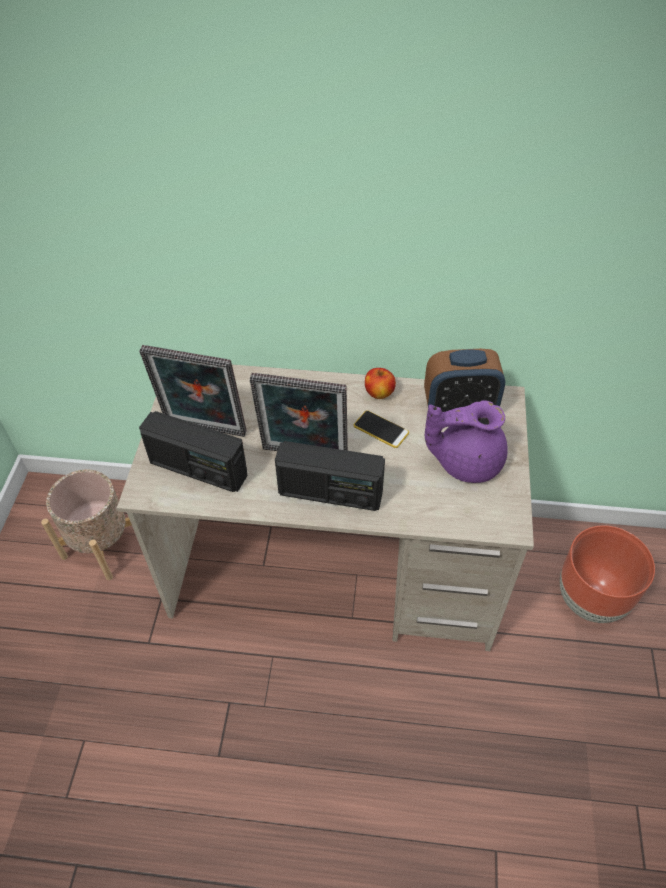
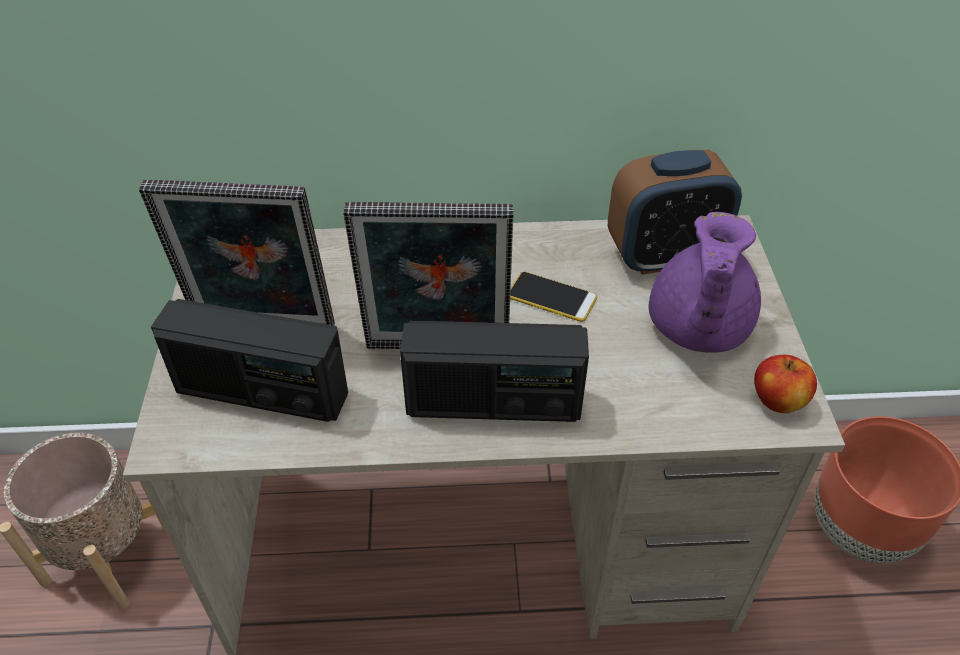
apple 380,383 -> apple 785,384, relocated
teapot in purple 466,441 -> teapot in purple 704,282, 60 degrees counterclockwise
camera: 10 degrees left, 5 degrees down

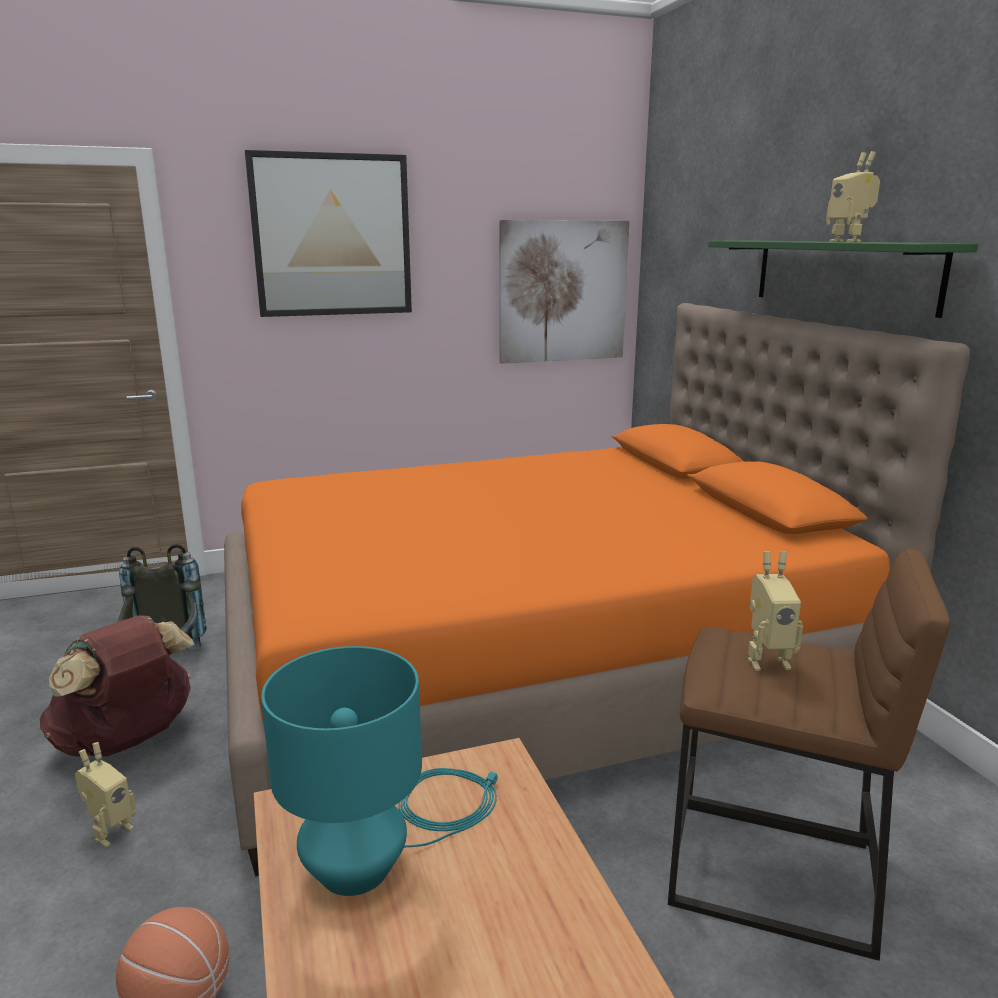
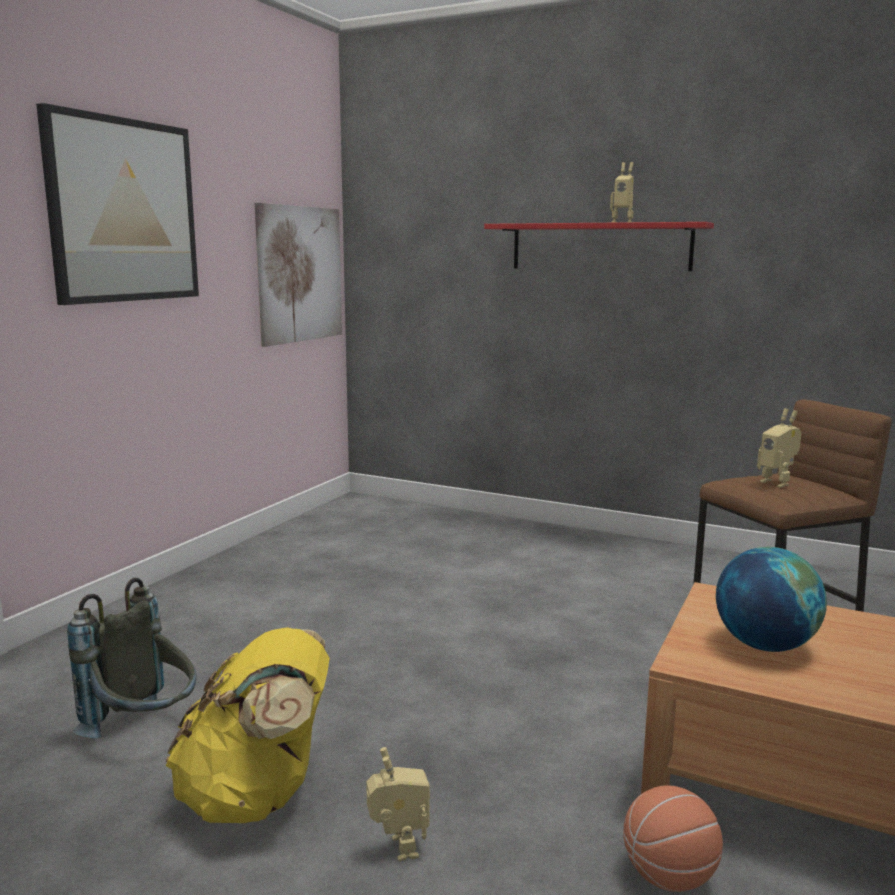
shelf in green 843,279 -> shelf in red 599,246
bed in orange 597,590 -> none
toy robot 775,611 -> toy robot 779,448, 105 degrees clockwise
backpack in brown 117,686 -> backpack in yellow 247,725
table lamp in turquoise 379,771 -> globe 771,599
camera: 45 degrees left, 5 degrees down

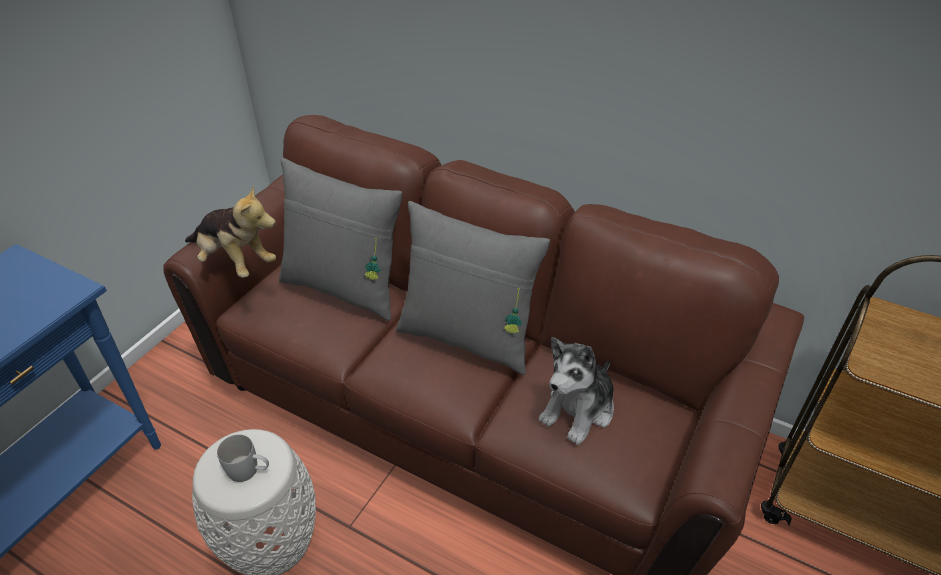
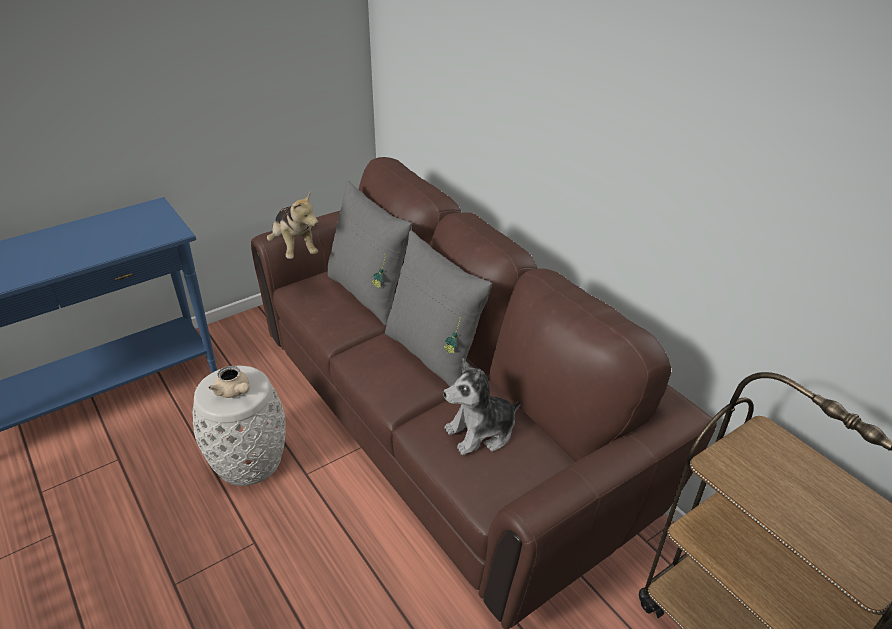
mug in white 243,458 -> teapot in beige 229,382
camera: 25 degrees right, 5 degrees down

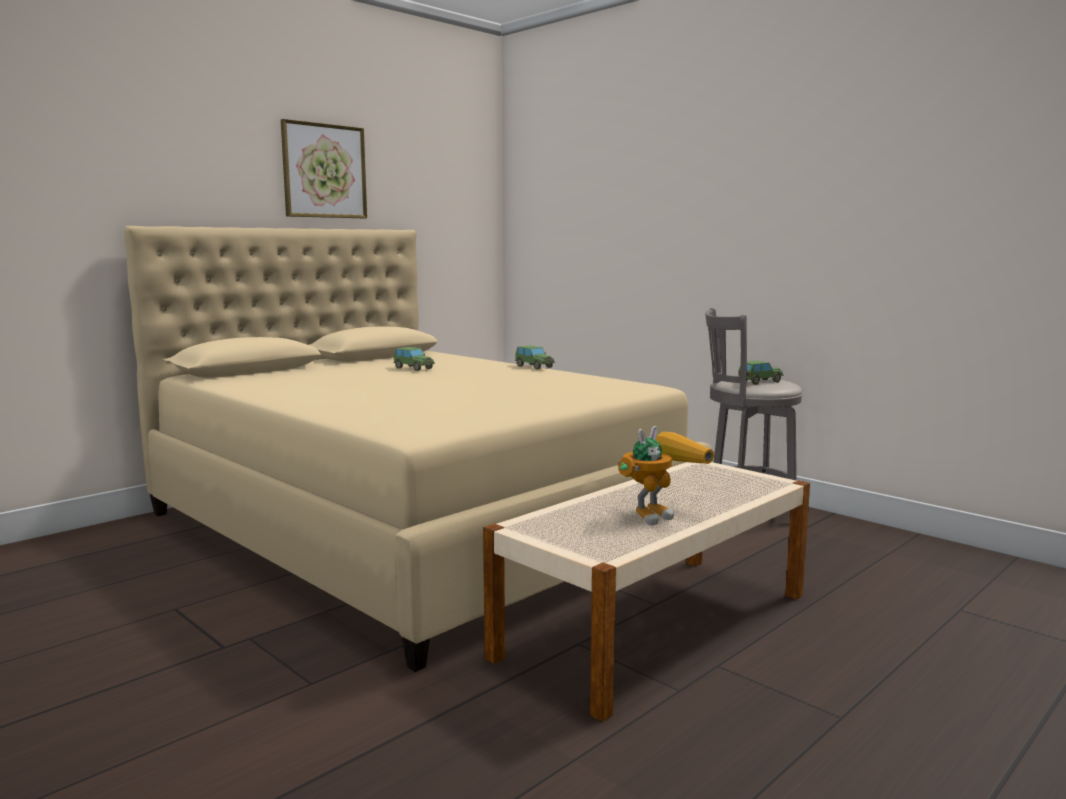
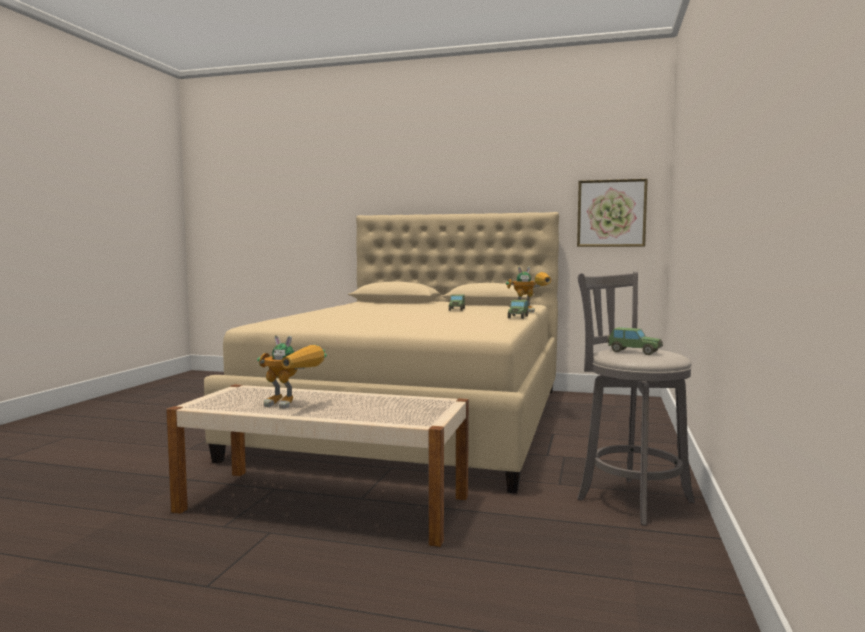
picture 324,168 -> picture 612,213, relocated
none -> toy robot 528,290
camera: 60 degrees right, 5 degrees down

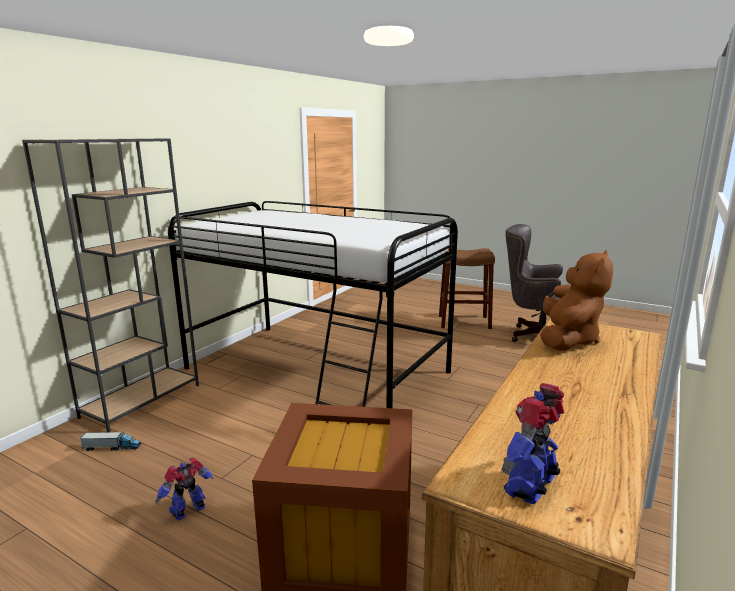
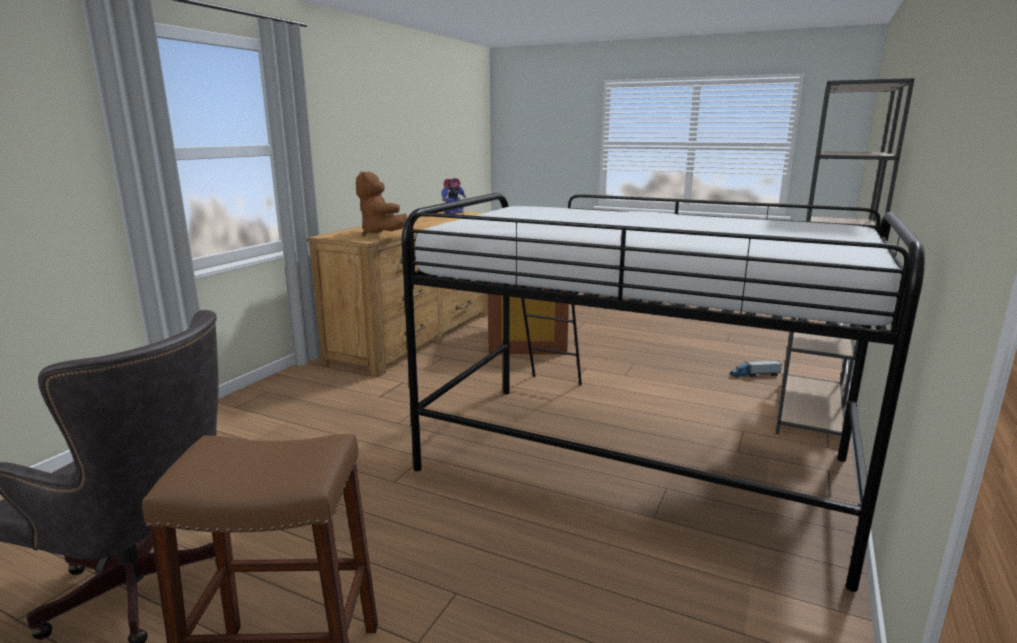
plush toy in brown 576,300 -> plush toy in brown 381,203, 45 degrees counterclockwise
toy robot 184,489 -> none
camera: 175 degrees right, 0 degrees up

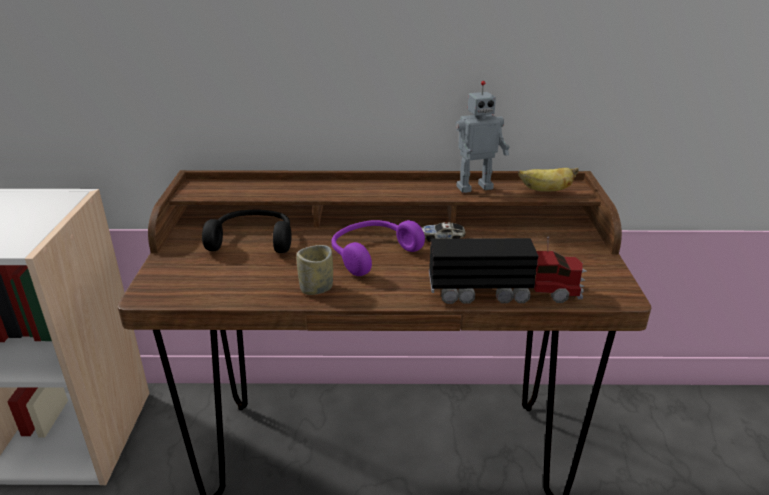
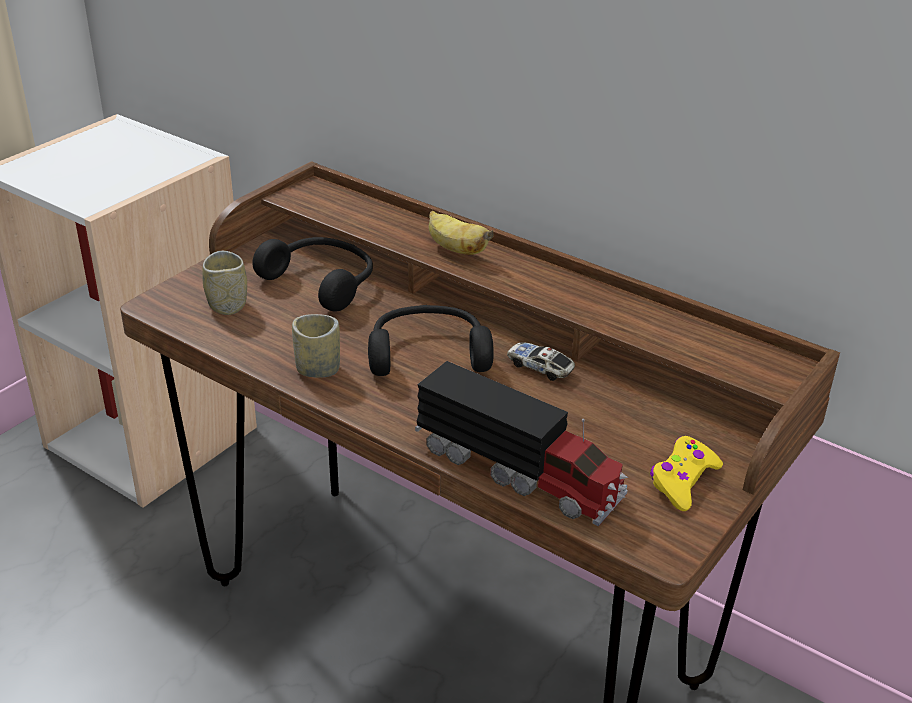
toy robot 483,137 -> none
banana 548,179 -> banana 461,233, relocated
headphones in purple 378,248 -> headphones in black 431,340
none -> cup 224,283
none -> game controller in yellow 686,473
camera: 35 degrees right, 5 degrees up

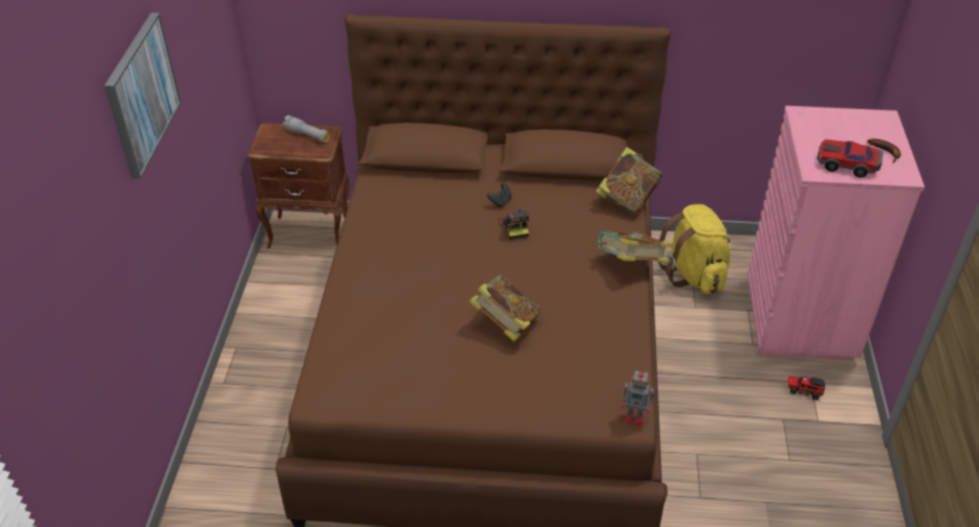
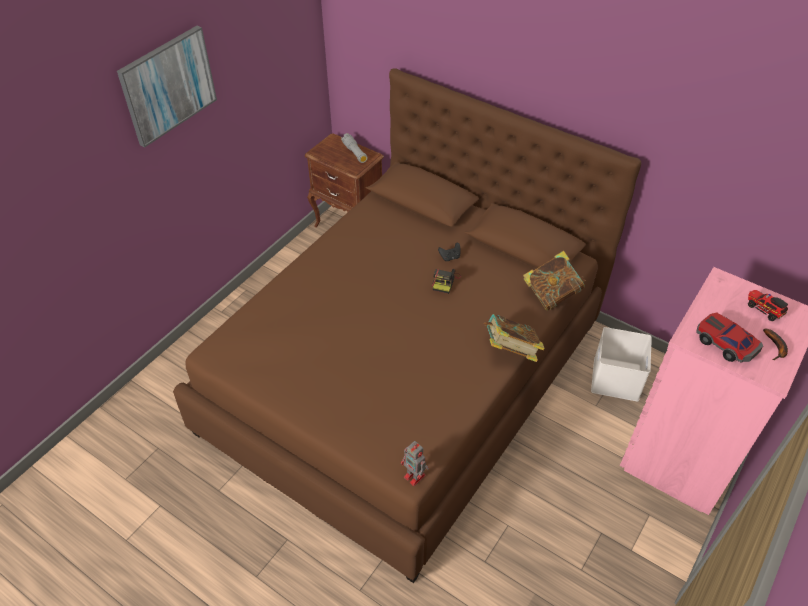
backpack in yellow 694,249 -> storage box in white 621,364
book 505,308 -> none
toy truck 806,388 -> toy truck 768,305, relocated
camera: 30 degrees right, 5 degrees up

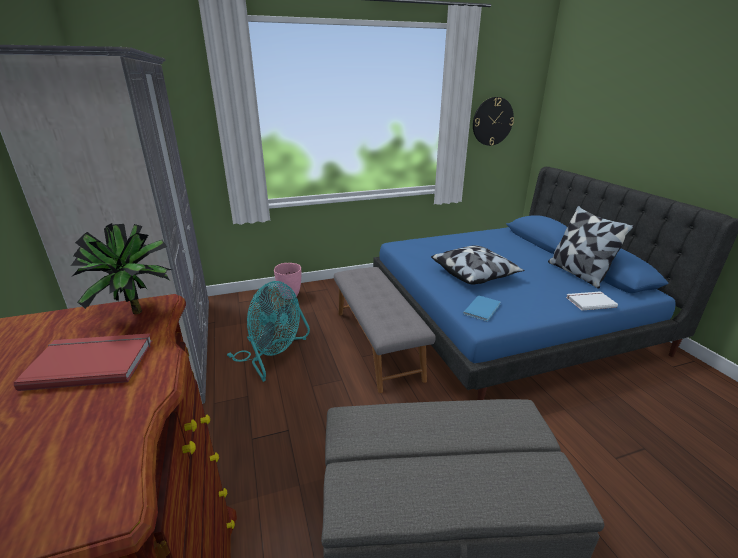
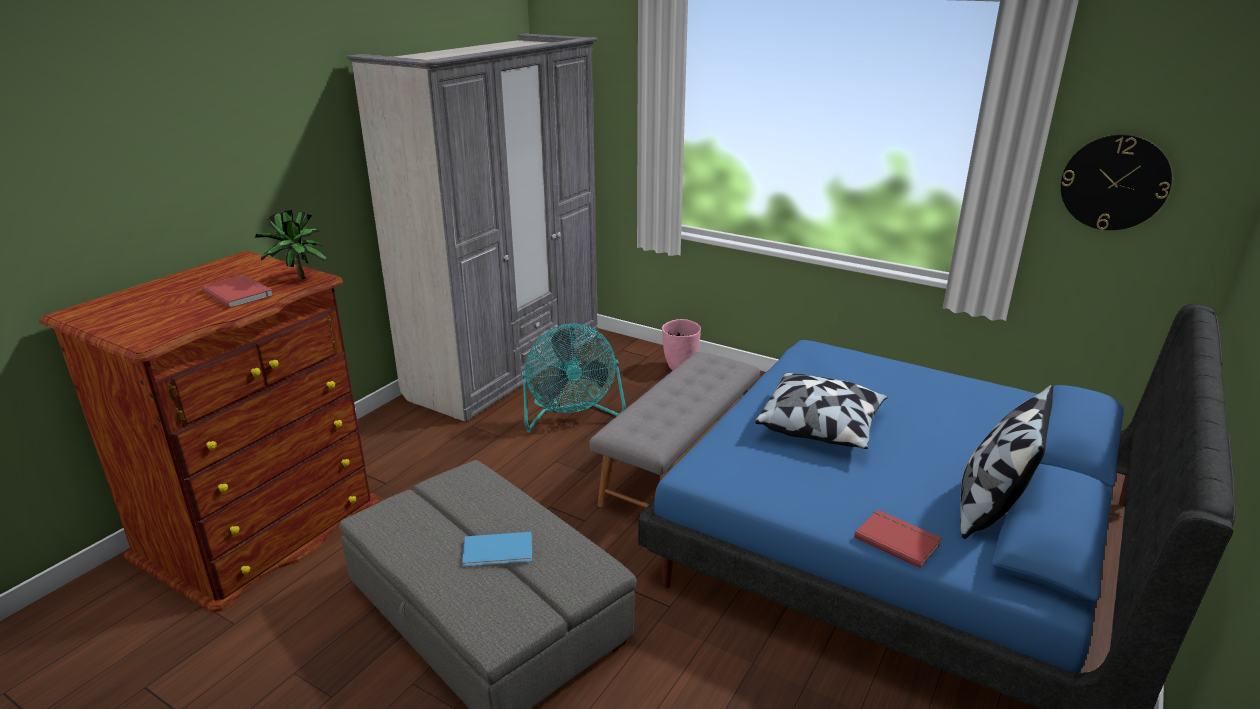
book in white 592,301 -> book in red 898,539
book in blue 482,308 -> book in blue 497,549, relocated
camera: 50 degrees right, 0 degrees up

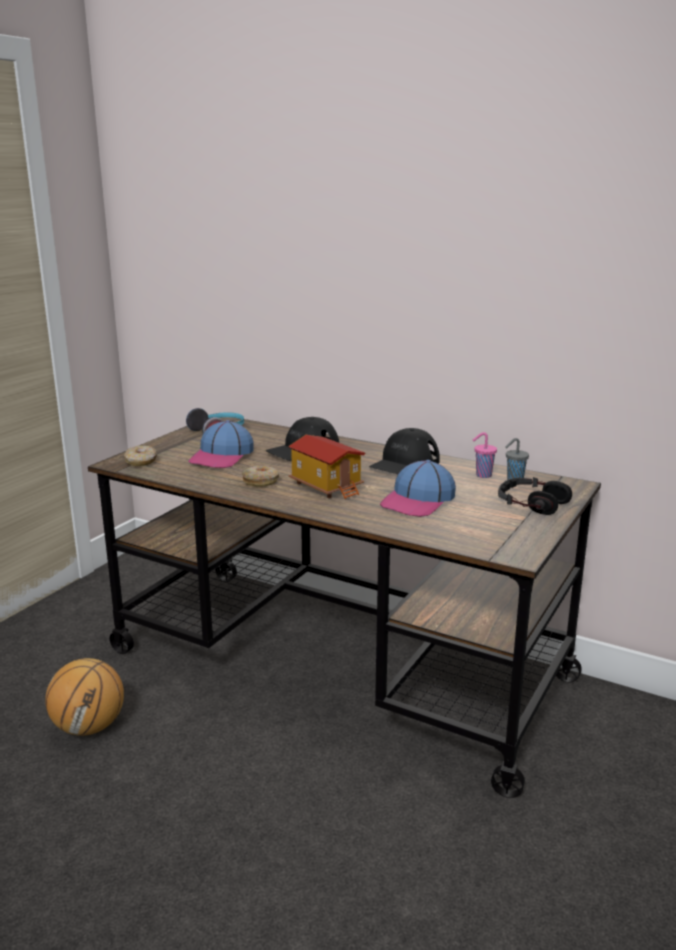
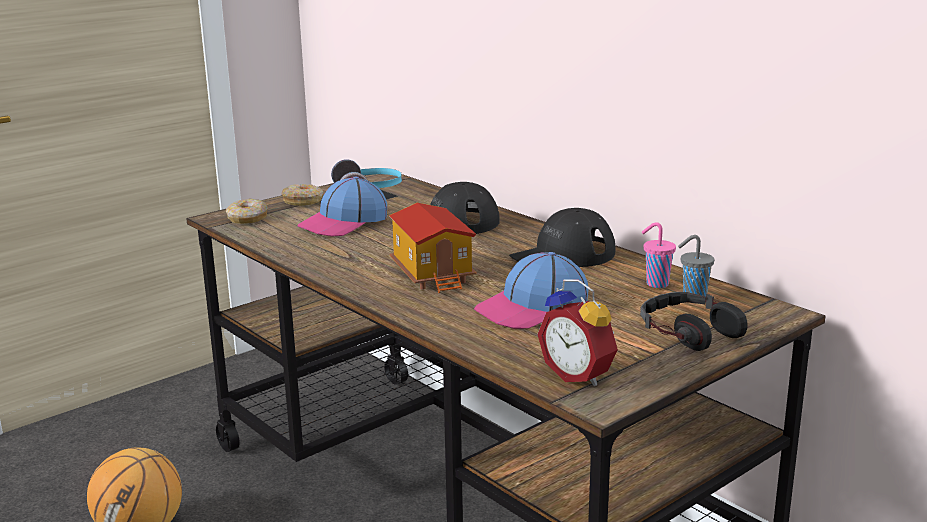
donut 260,476 -> donut 302,195, relocated
none -> alarm clock 577,333
camera: 20 degrees right, 0 degrees up

